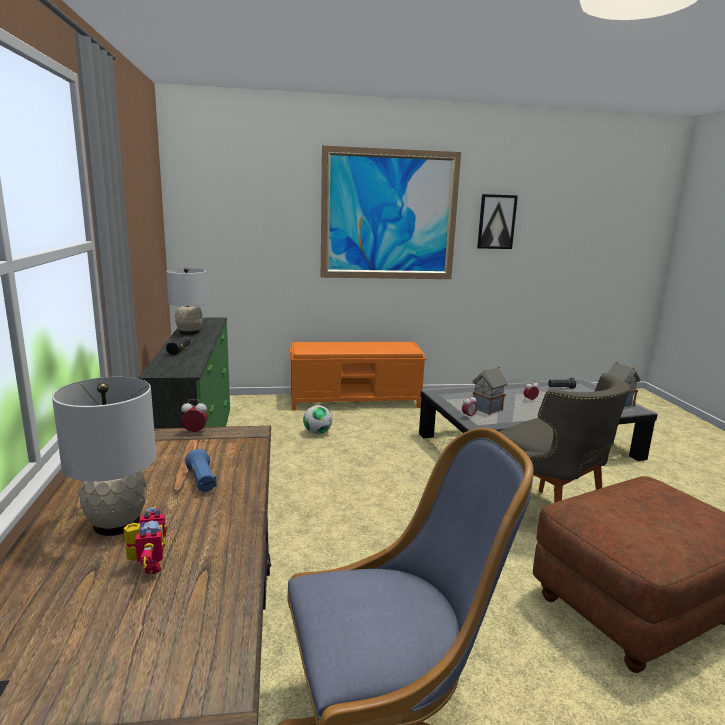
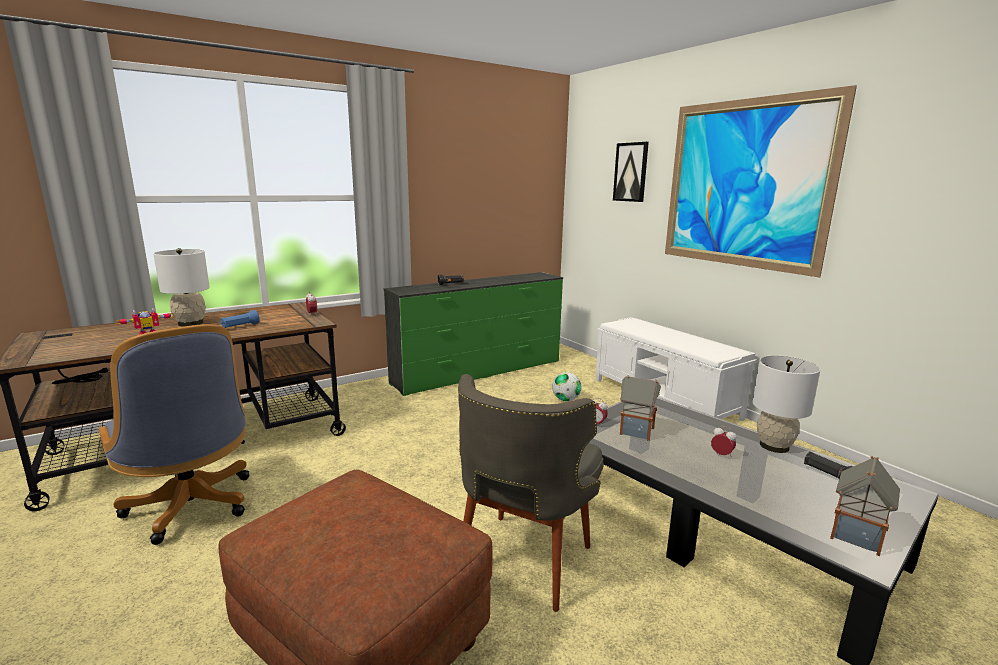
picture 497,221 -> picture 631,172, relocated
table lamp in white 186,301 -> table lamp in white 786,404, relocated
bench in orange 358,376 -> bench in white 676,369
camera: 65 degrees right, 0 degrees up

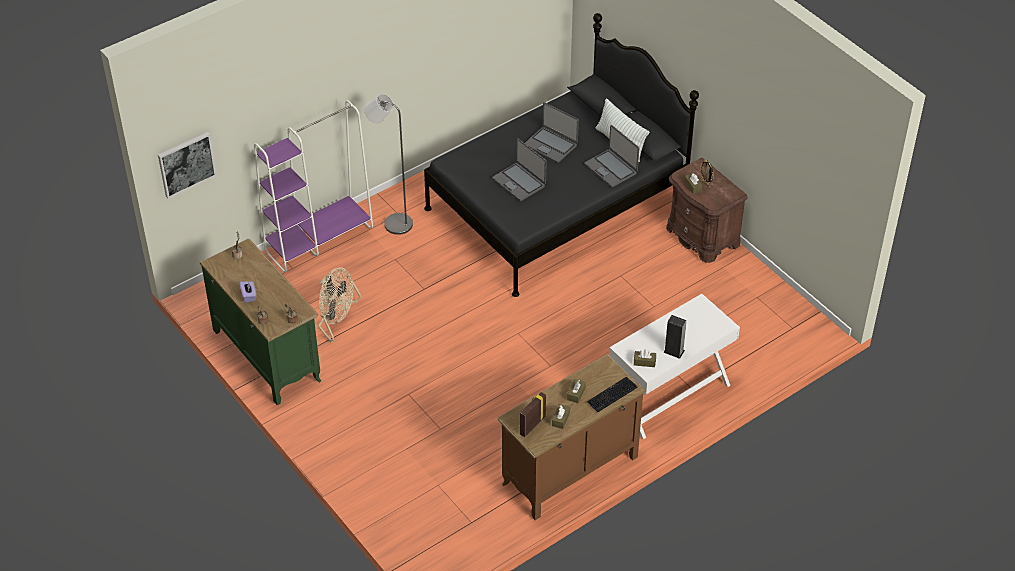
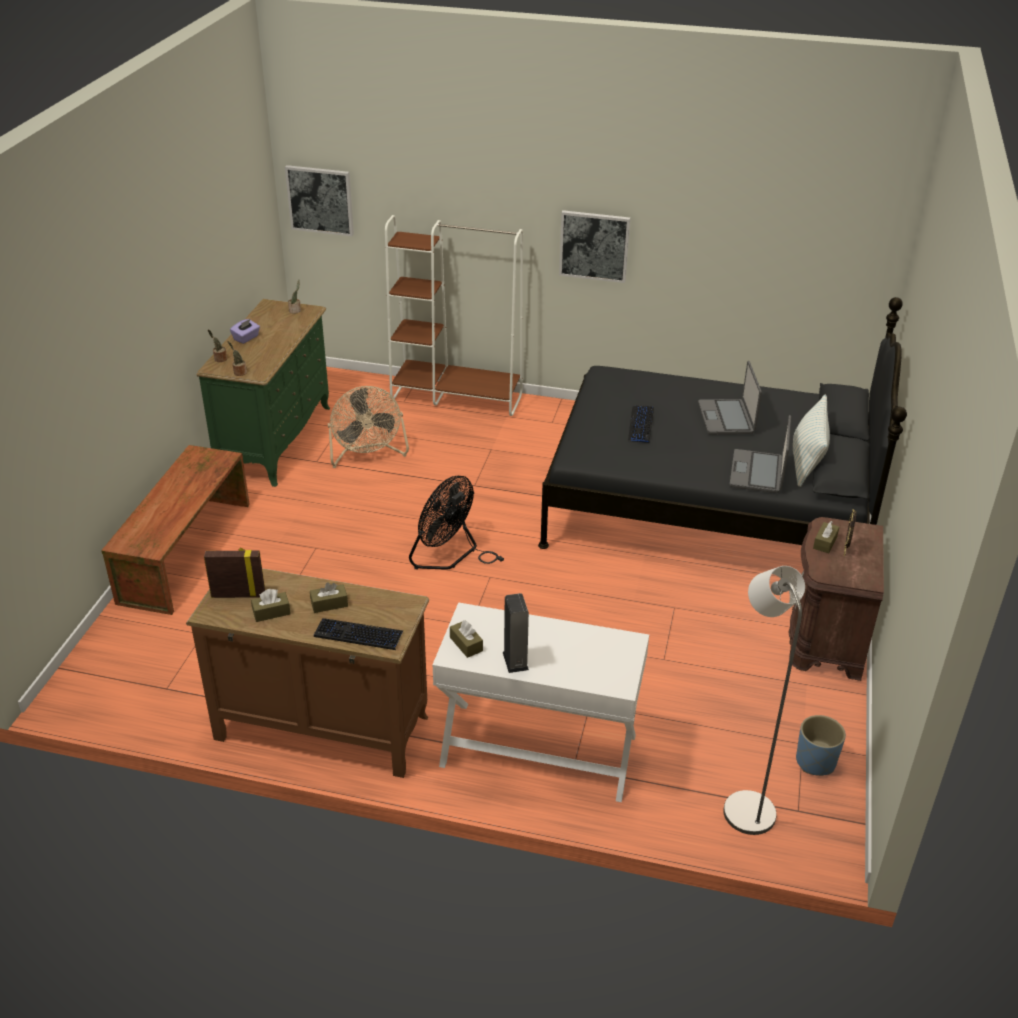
floor lamp in grey 388,164 -> floor lamp in grey 764,700, relocated
clothes rack in purple 313,186 -> clothes rack in brown 454,315
laptop 519,169 -> keyboard 641,424
none -> picture 594,246
none -> bench in brown 175,530
none -> fan in black 456,523
none -> planter in blue 821,745
camera: 50 degrees right, 10 degrees down

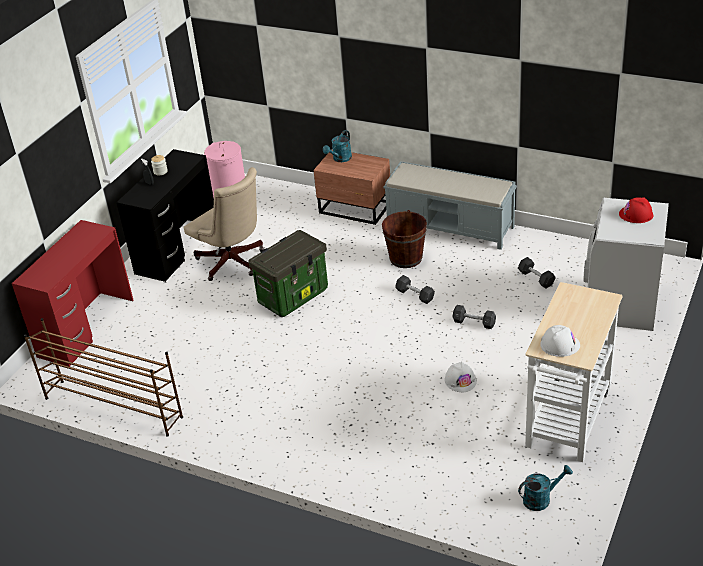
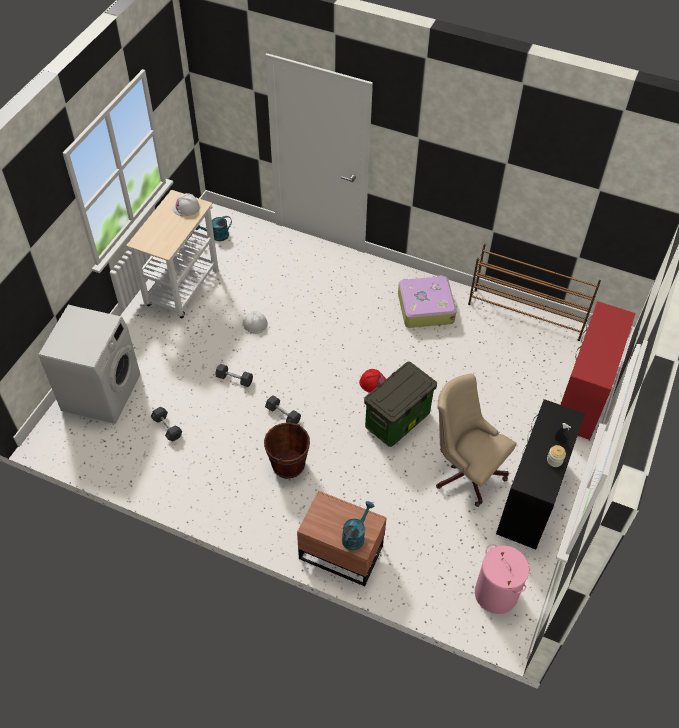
bench in grey 450,205 -> none
hard hat in red 636,210 -> hard hat in red 372,381, relocated
none -> suitcase 427,301
camera: 175 degrees right, 15 degrees up

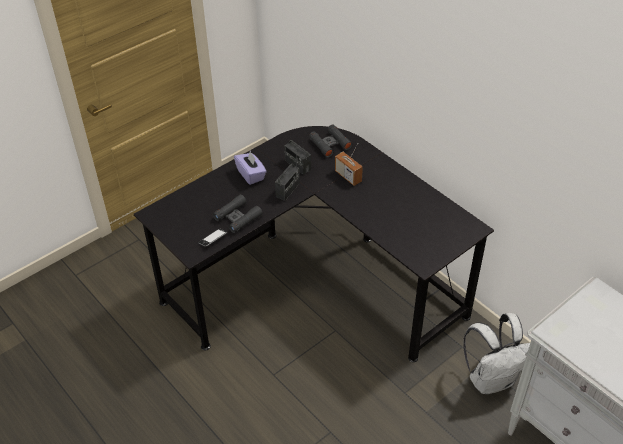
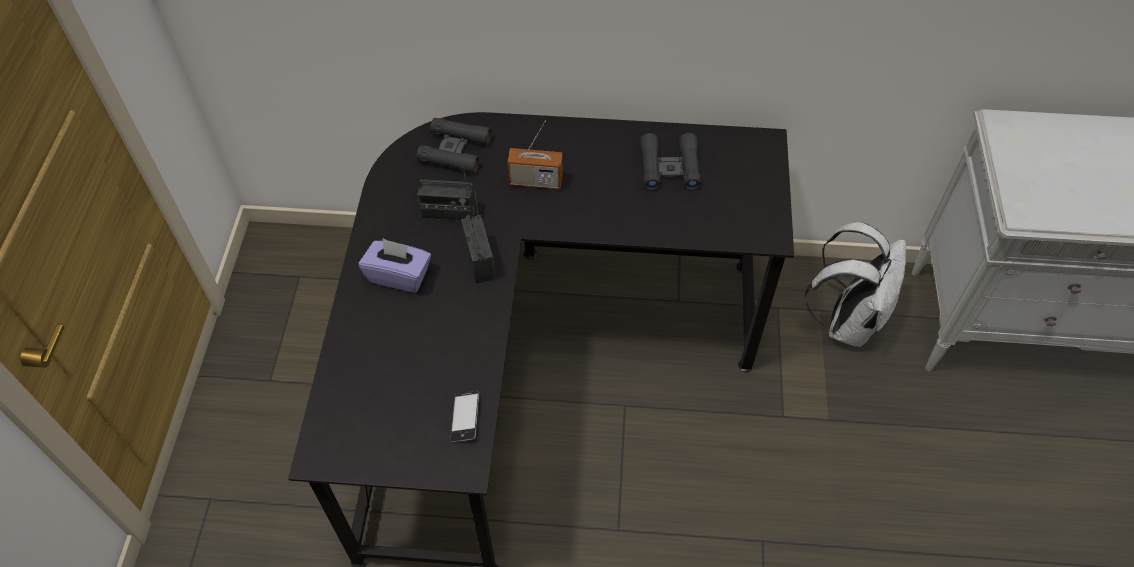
binoculars in black 238,213 -> binoculars in black 670,161, relocated
camera: 45 degrees left, 10 degrees up

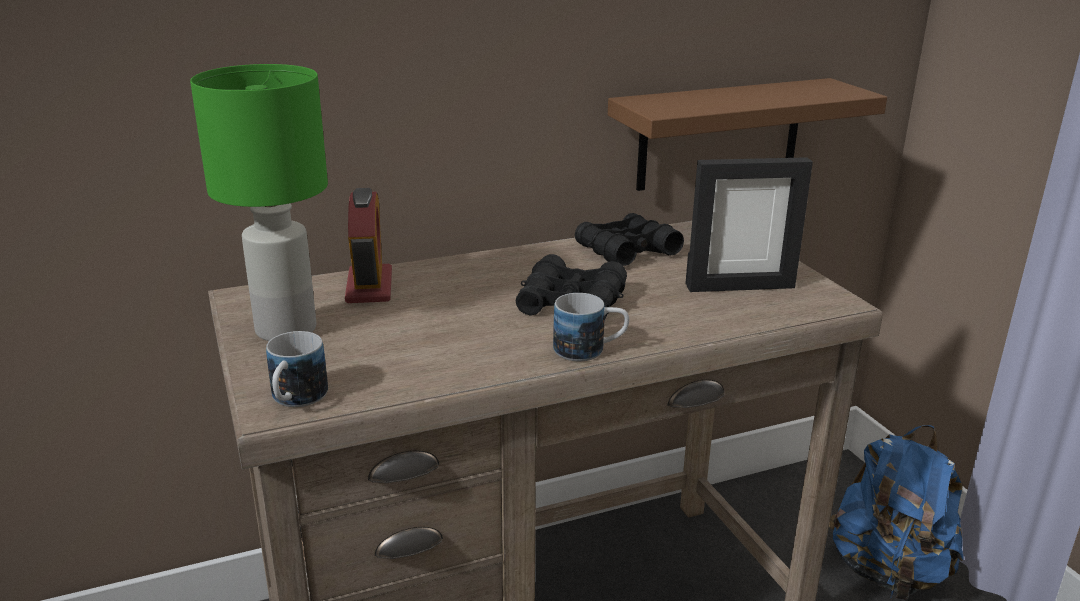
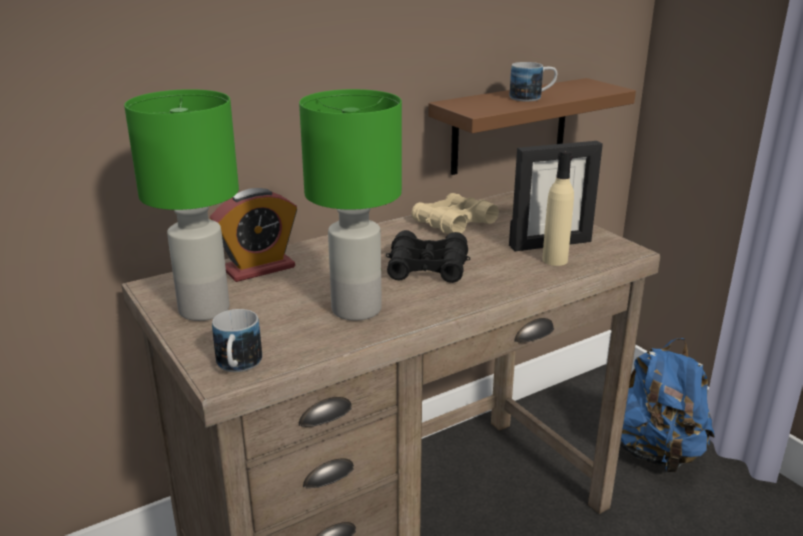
alarm clock 368,245 -> alarm clock 253,235, 75 degrees clockwise
binoculars in black 629,239 -> binoculars in beige 455,213
mug 591,327 -> mug 533,82, relocated
none -> table lamp in green 350,205
none -> bottle in beige 558,208
camera: 10 degrees left, 0 degrees up

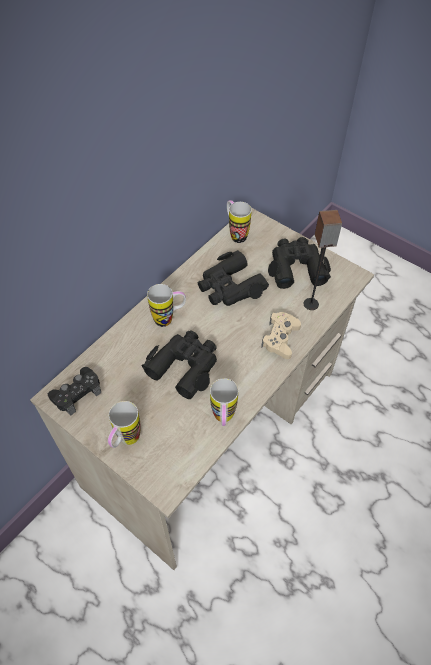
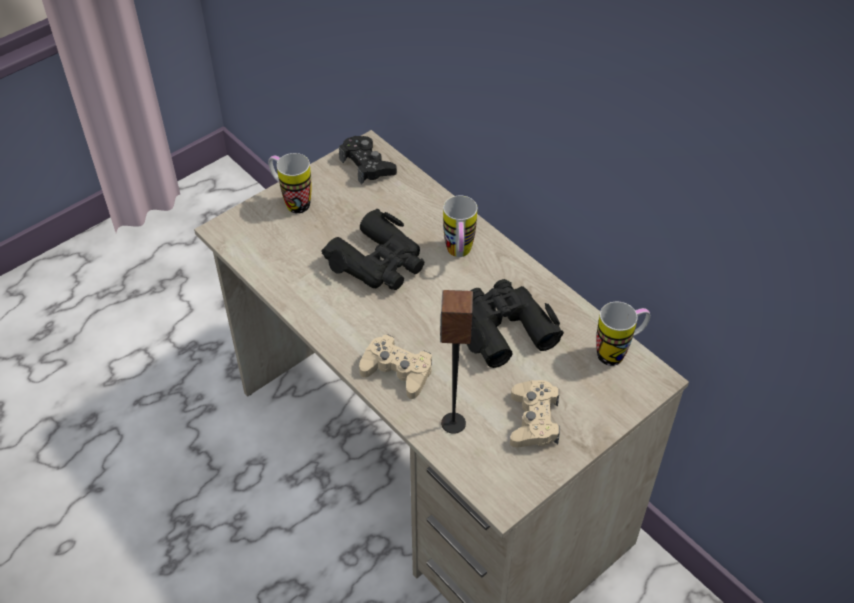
binoculars in black 299,263 -> game controller in beige 535,414
mug 224,402 -> none
camera: 100 degrees right, 5 degrees down

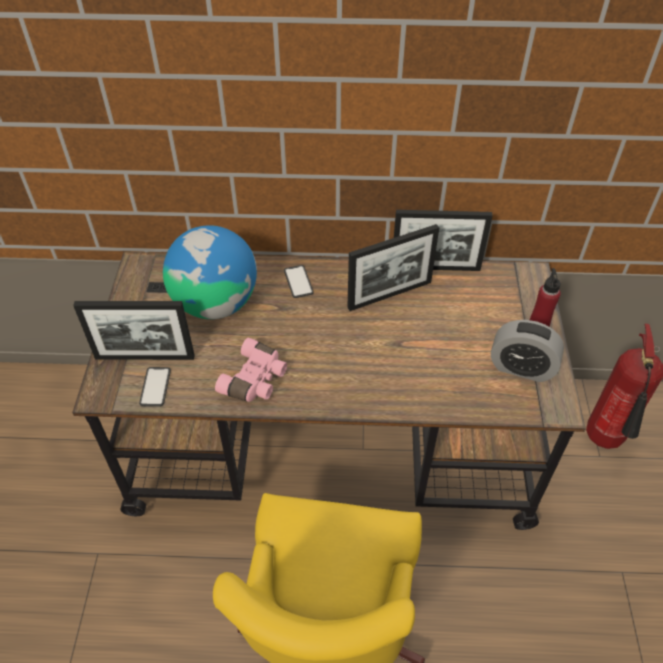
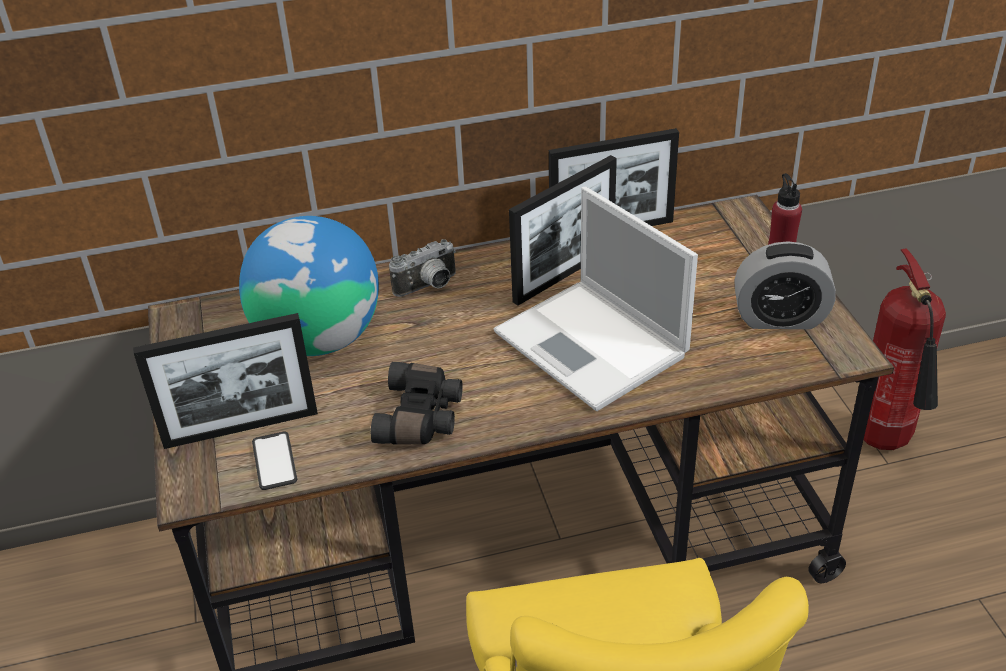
phone 299,281 -> photo camera 422,268
binoculars in pink 251,370 -> binoculars in black 417,403
none -> laptop 596,299
camera: 15 degrees left, 10 degrees down

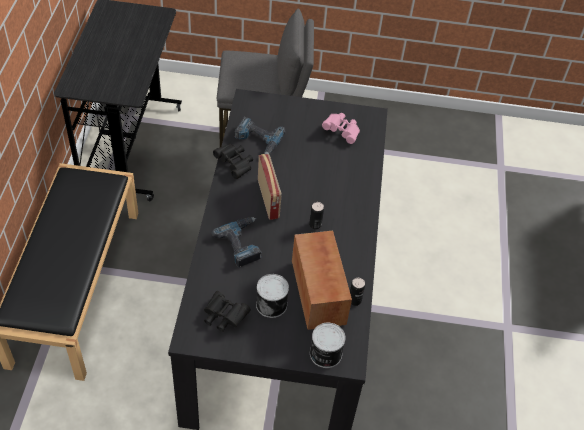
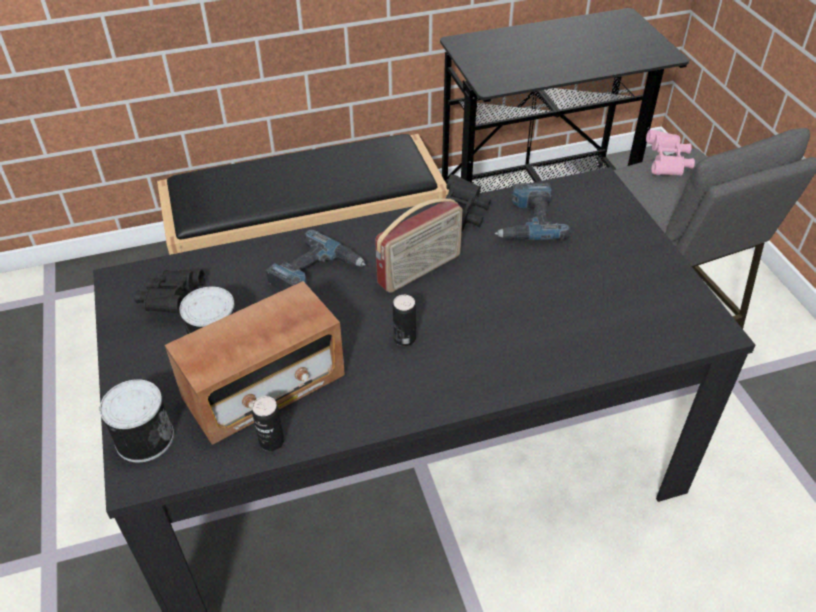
binoculars in pink 341,128 -> binoculars in pink 670,153, relocated
camera: 70 degrees right, 5 degrees down

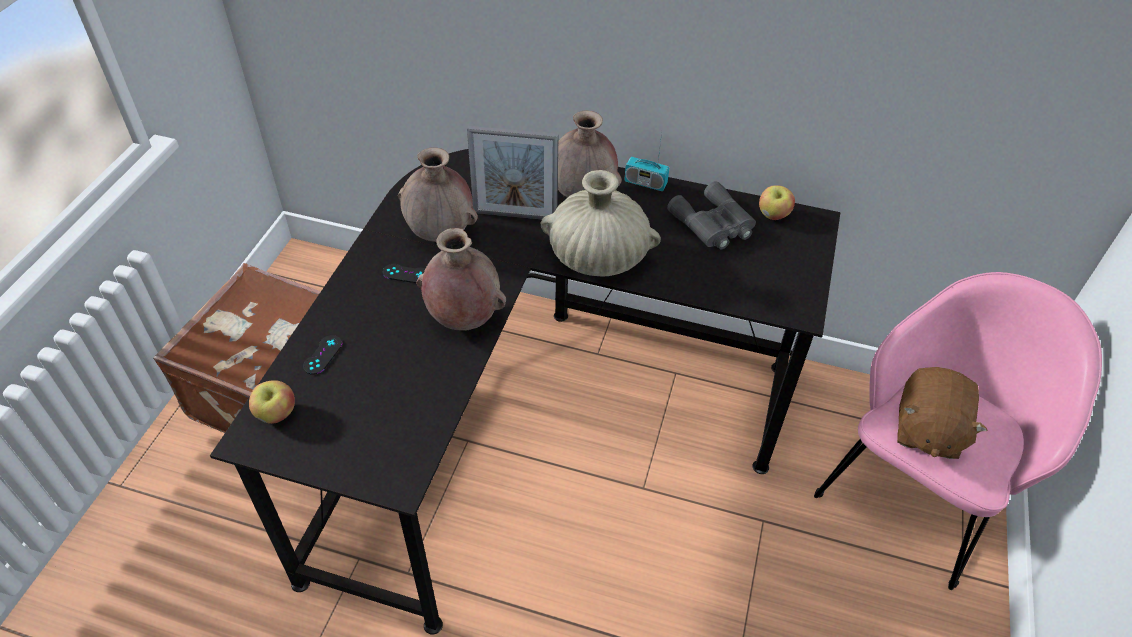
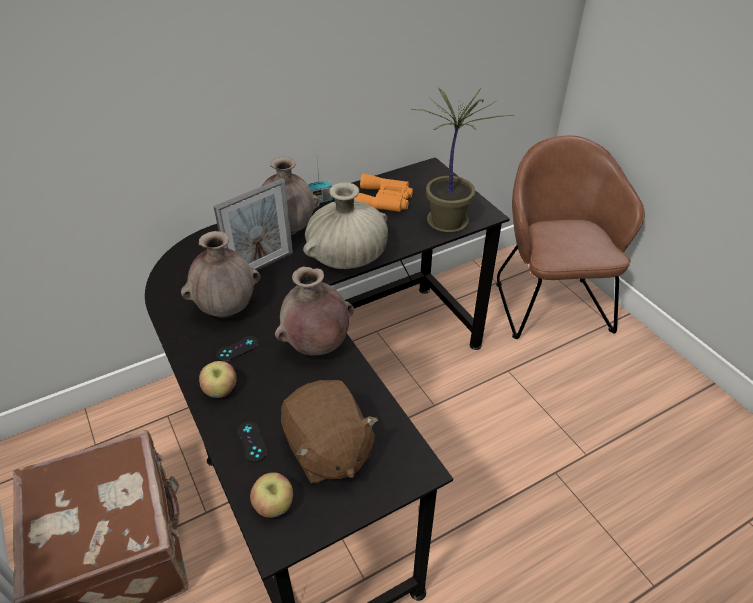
binoculars in grey 711,215 -> binoculars in orange 383,193
apple 777,202 -> apple 218,379, relocated
armchair in pink 958,431 -> armchair in brown 570,237
plush toy in brown 942,413 -> plush toy in brown 329,432, relocated
none -> potted plant 462,160
camera: 45 degrees left, 5 degrees down

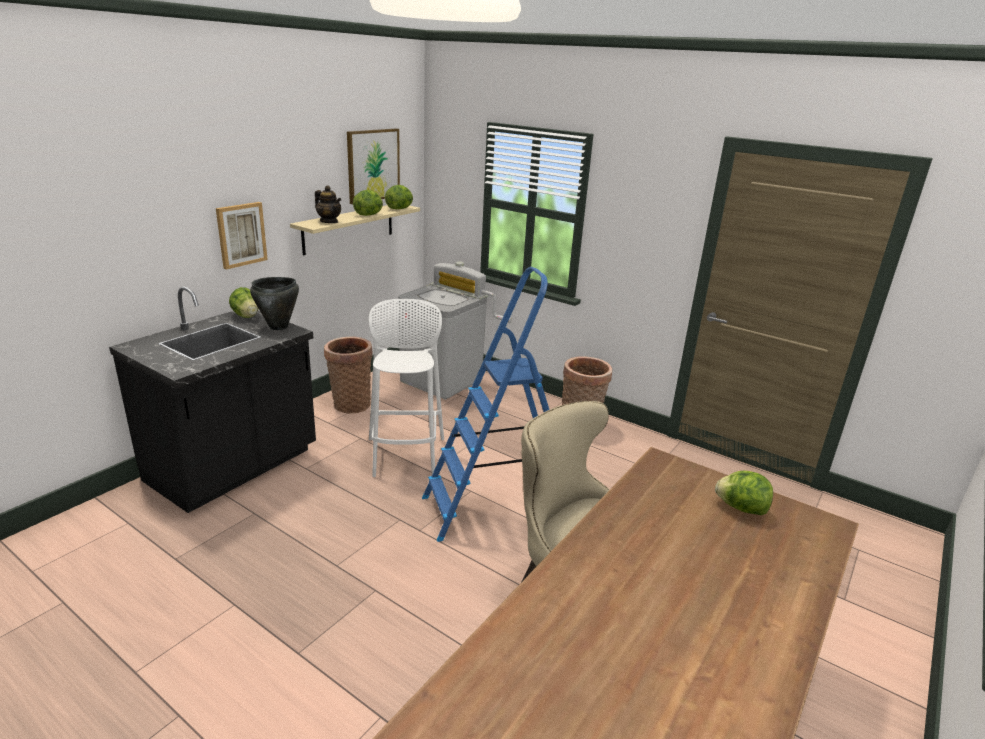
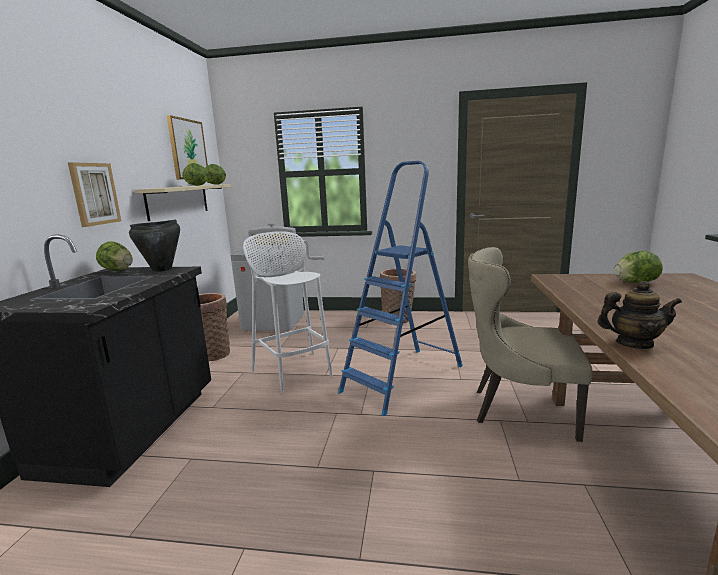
teapot 328,204 -> teapot 639,315, relocated
camera: 25 degrees left, 10 degrees down

